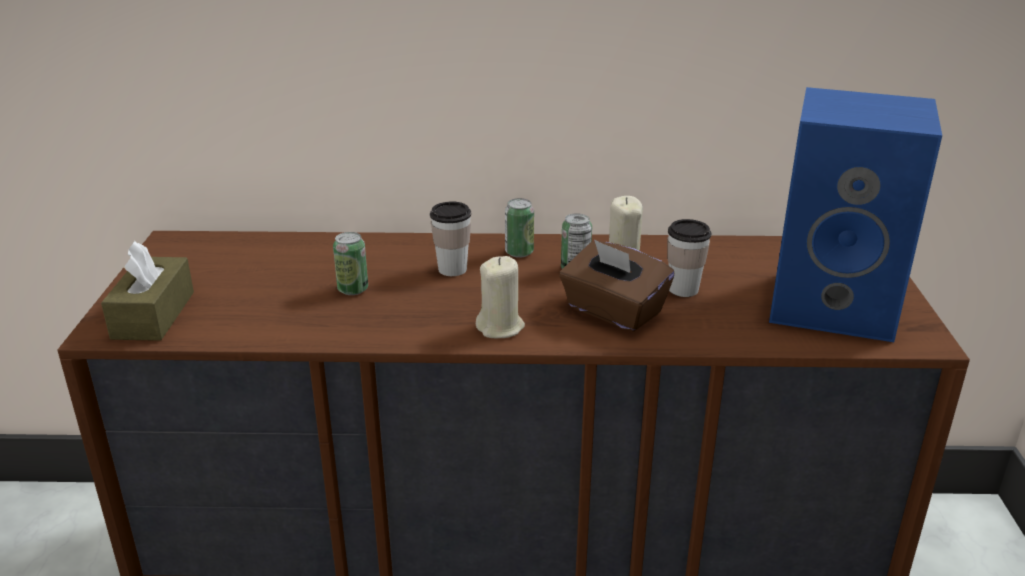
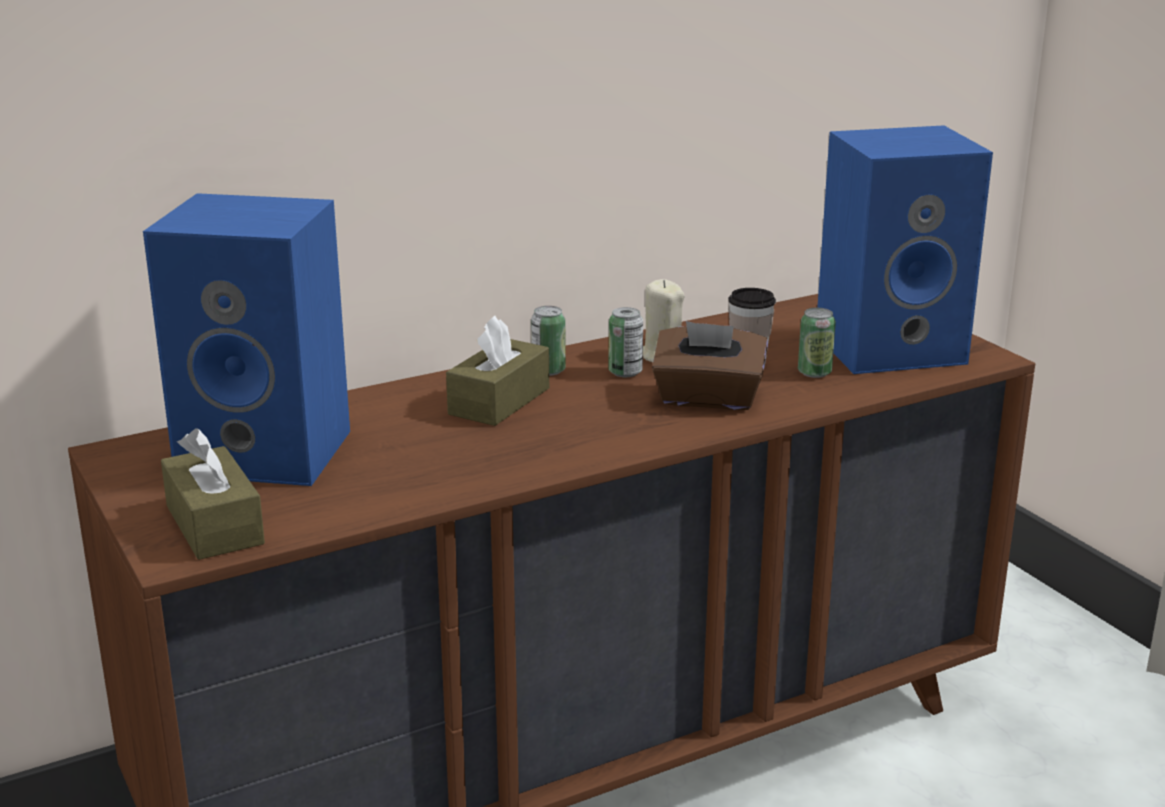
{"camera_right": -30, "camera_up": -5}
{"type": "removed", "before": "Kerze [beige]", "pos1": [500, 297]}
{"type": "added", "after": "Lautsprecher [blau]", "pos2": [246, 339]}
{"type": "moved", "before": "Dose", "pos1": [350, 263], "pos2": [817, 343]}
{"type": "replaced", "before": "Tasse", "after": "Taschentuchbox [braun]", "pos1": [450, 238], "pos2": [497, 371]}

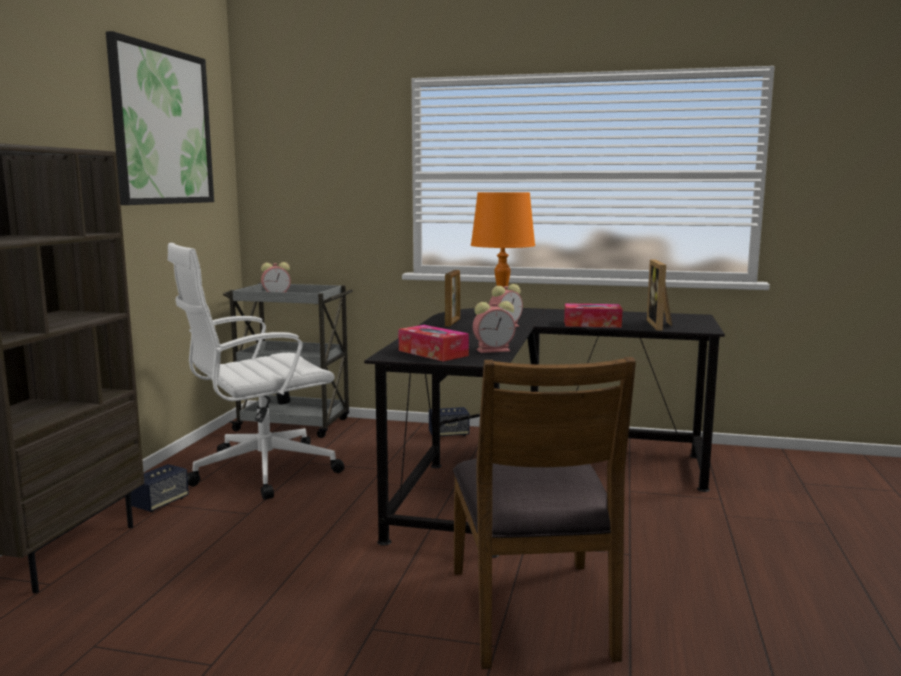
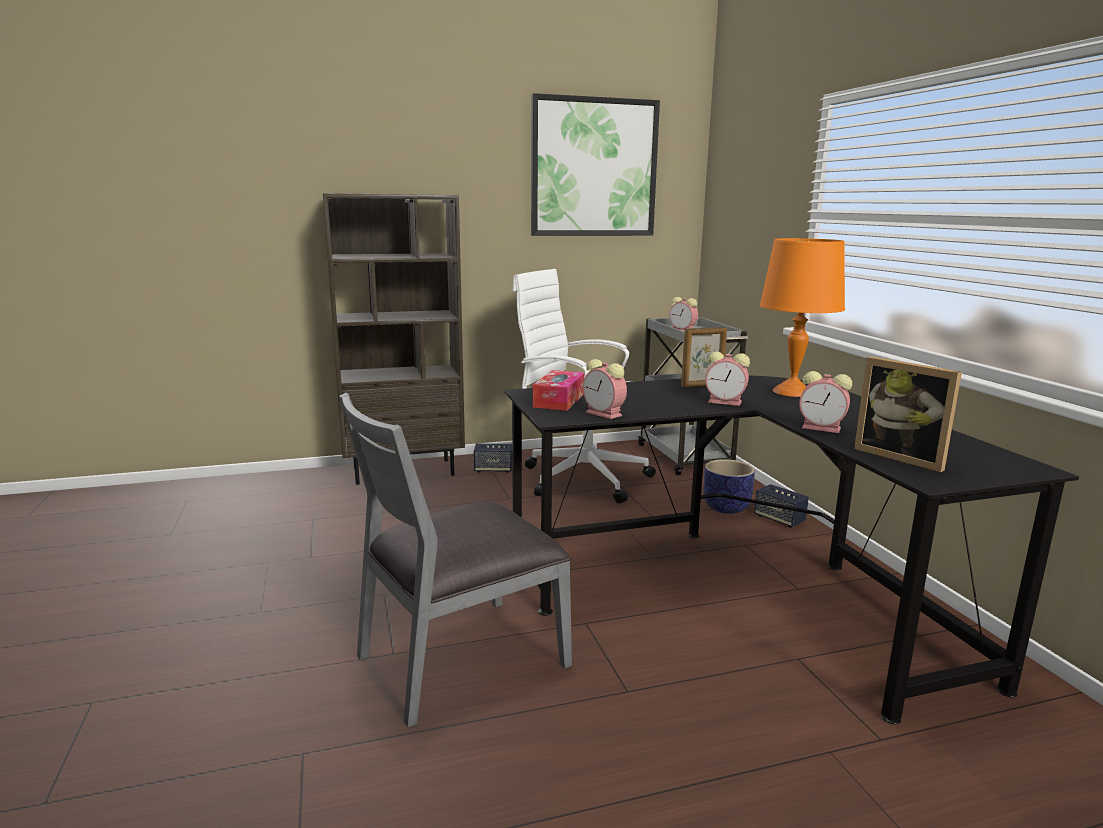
{"camera_right": 60, "camera_up": 5}
{"type": "added", "after": "Pflanzkübel", "pos2": [729, 486]}
{"type": "replaced", "before": "Taschentuchbox", "after": "Wecker", "pos1": [593, 315], "pos2": [825, 402]}
{"type": "recoloured", "before": "Stuhl [braun]", "after": "Stuhl [grau]", "pos1": [544, 513], "pos2": [455, 560]}
{"type": "turned", "before": "Bilderrahmen", "pos1": [659, 295], "pos2": [908, 414], "turn": -105}

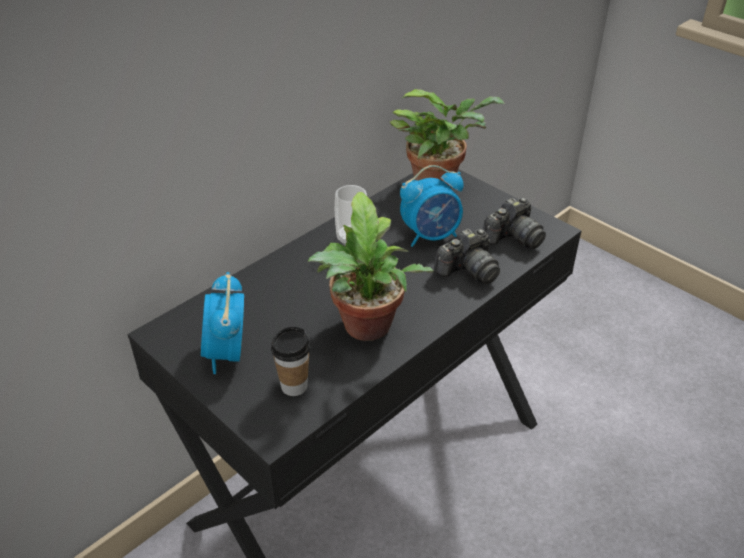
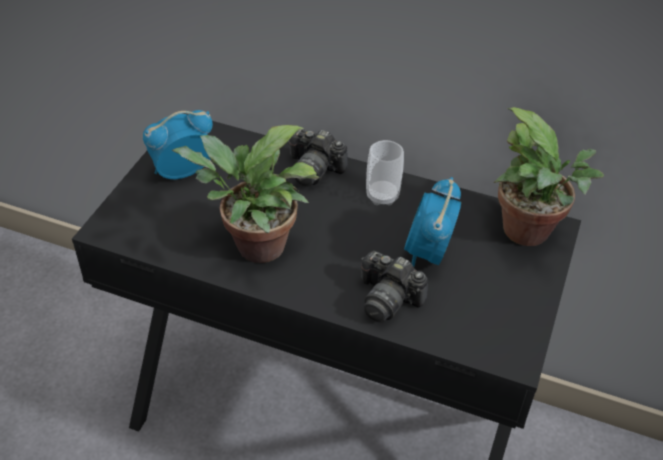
{"camera_right": 65, "camera_up": 5}
{"type": "removed", "before": "Tasse", "pos1": [290, 361]}
{"type": "moved", "before": "Kamera", "pos1": [514, 223], "pos2": [318, 158]}
{"type": "turned", "before": "Wecker", "pos1": [432, 206], "pos2": [432, 222], "turn": 60}

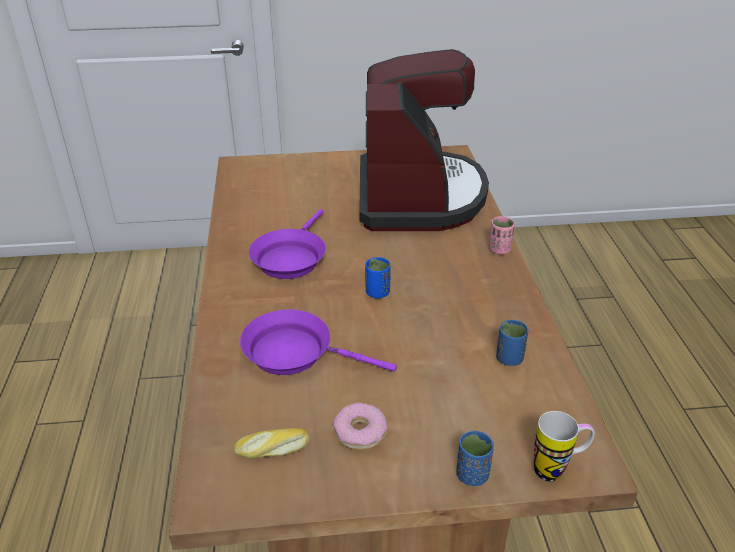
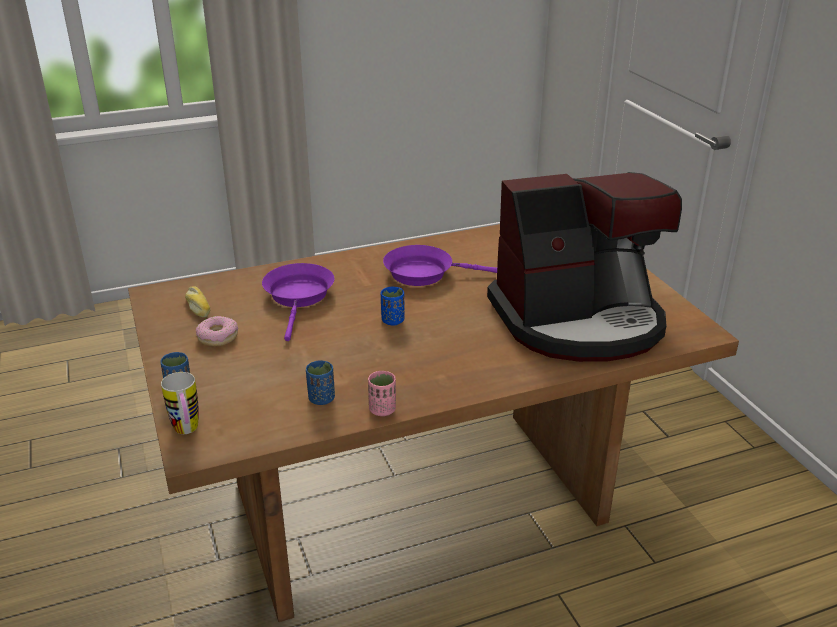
{"camera_right": 75, "camera_up": -5}
{"type": "moved", "before": "Tasse [rosa]", "pos1": [502, 235], "pos2": [382, 393]}

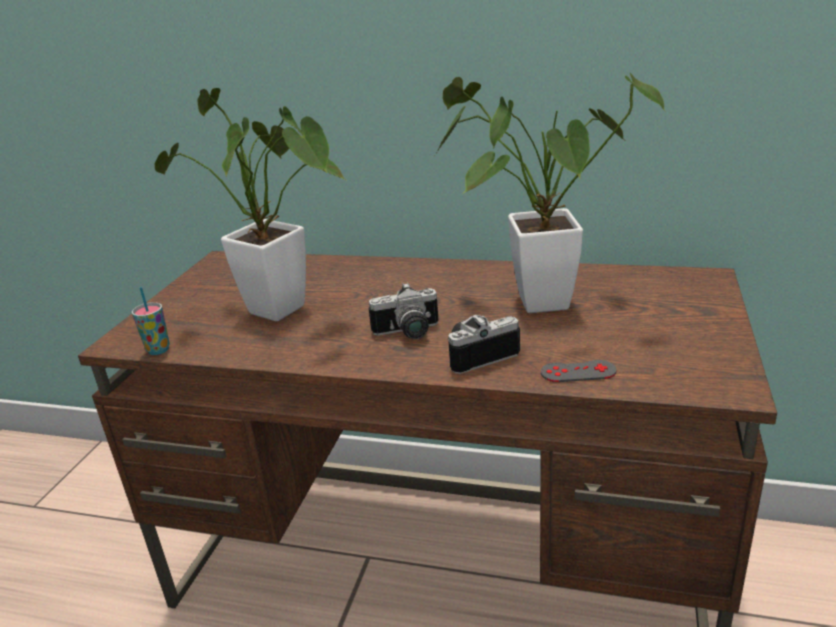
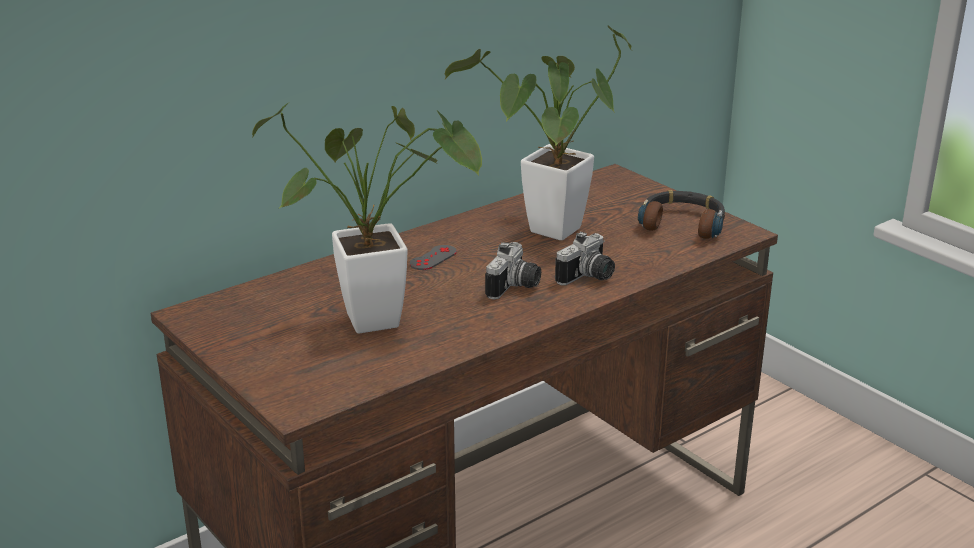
{"camera_right": -55, "camera_up": 0}
{"type": "removed", "before": "Tasse", "pos1": [151, 321]}
{"type": "added", "after": "Kopfhörer", "pos2": [681, 214]}
{"type": "moved", "before": "Gamepad [grau]", "pos1": [579, 371], "pos2": [433, 257]}
{"type": "turned", "before": "Kamera", "pos1": [484, 344], "pos2": [585, 258], "turn": -150}

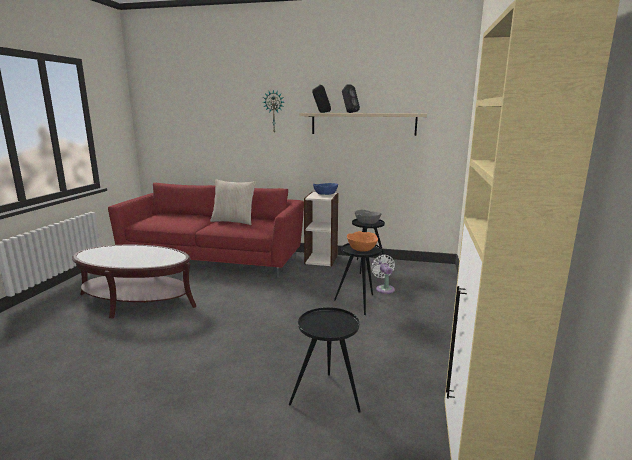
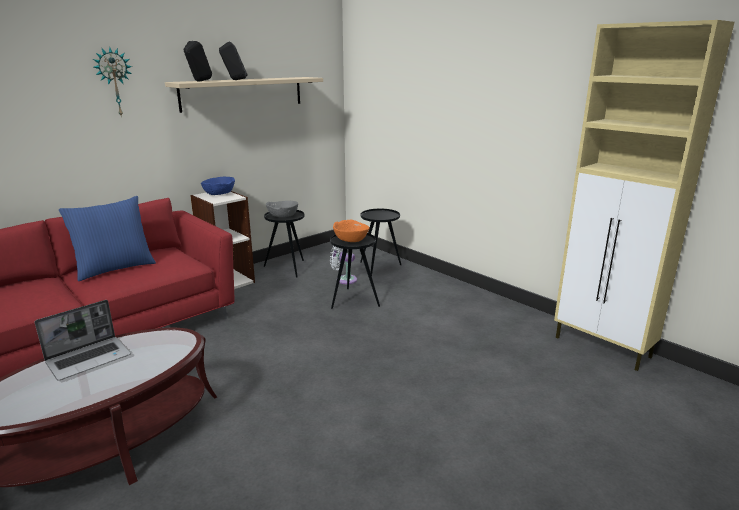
{"camera_right": -55, "camera_up": 5}
{"type": "added", "after": "Laptop", "pos2": [83, 340]}
{"type": "moved", "before": "Beistelltisch [schwarz]", "pos1": [325, 360], "pos2": [380, 242]}
{"type": "recoloured", "before": "Kissen [beige]", "after": "Kissen [blau]", "pos1": [233, 202], "pos2": [107, 238]}

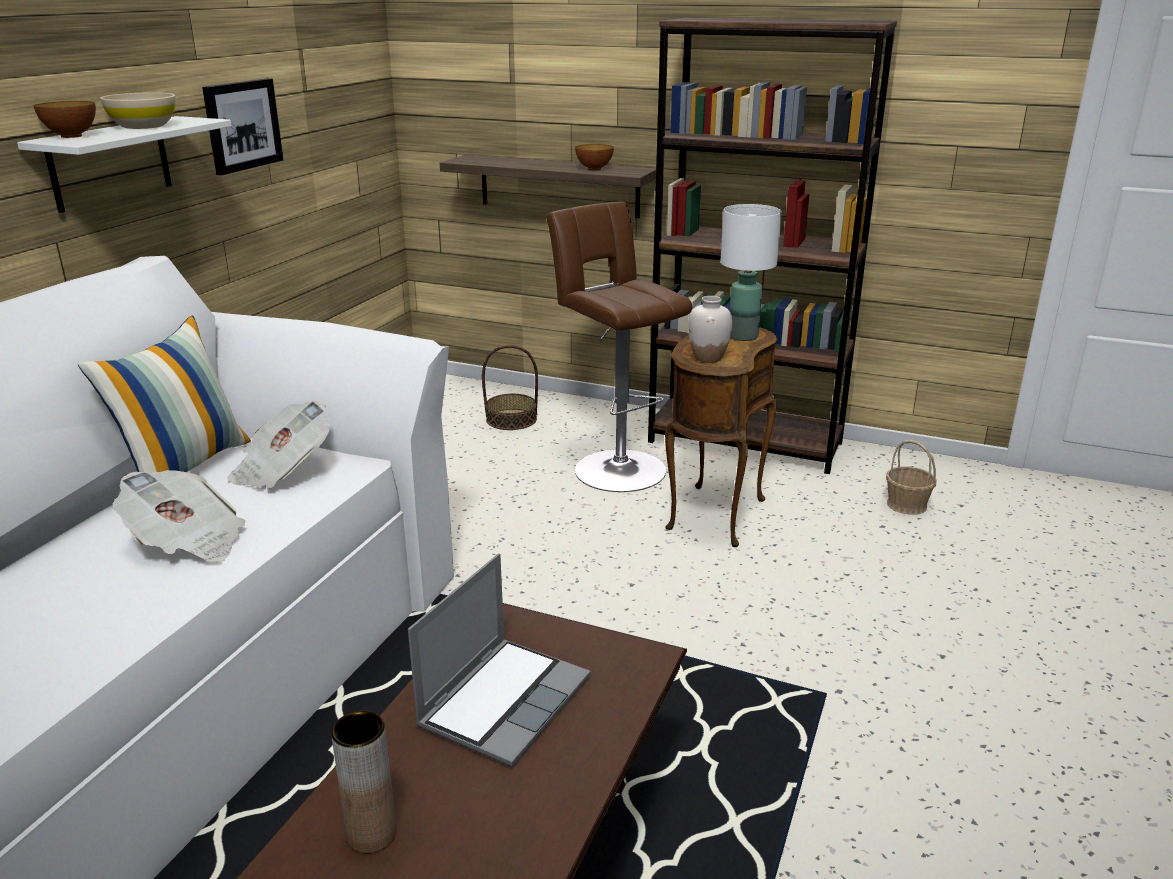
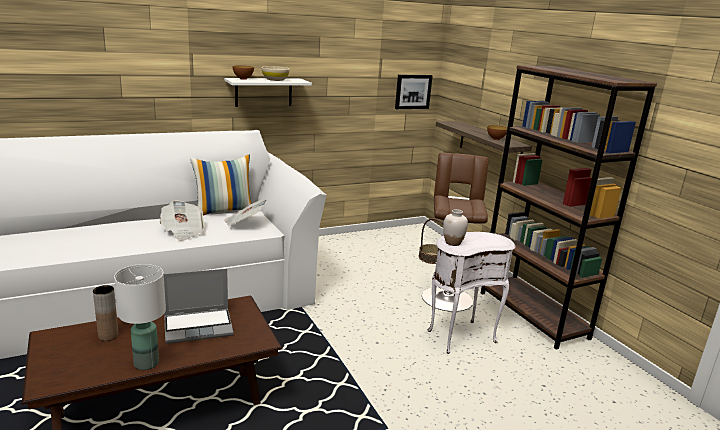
{"camera_right": 40, "camera_up": -5}
{"type": "removed", "before": "Korb", "pos1": [911, 477]}
{"type": "moved", "before": "Bild", "pos1": [242, 126], "pos2": [414, 92]}
{"type": "moved", "before": "Tischlampe [weiß]", "pos1": [751, 272], "pos2": [140, 317]}
{"type": "recoloured", "before": "Beistelltisch [braun]", "after": "Beistelltisch [weiß]", "pos1": [721, 437], "pos2": [472, 293]}

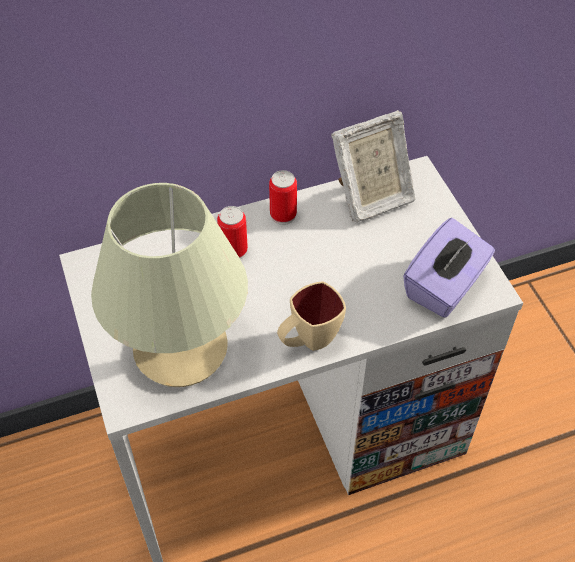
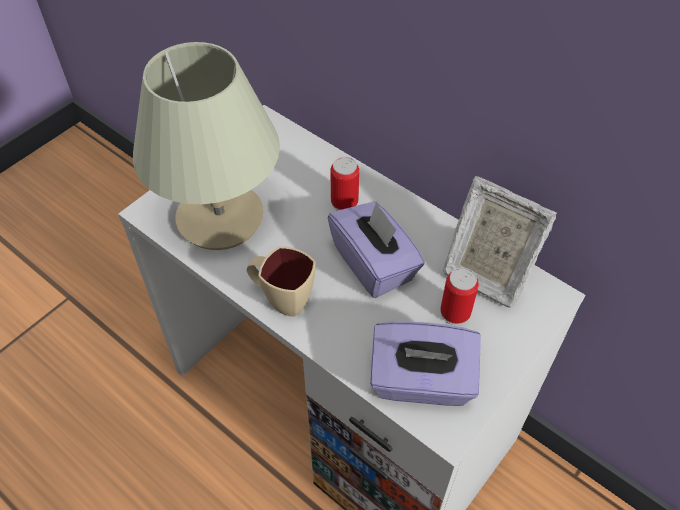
{"camera_right": 60, "camera_up": 0}
{"type": "added", "after": "Taschentuchbox [lila]", "pos2": [376, 249]}
{"type": "moved", "before": "Dose", "pos1": [283, 197], "pos2": [459, 297]}

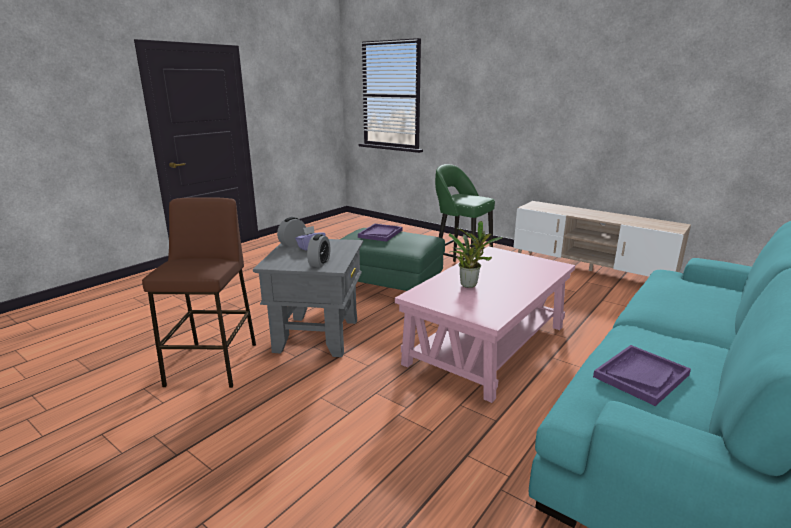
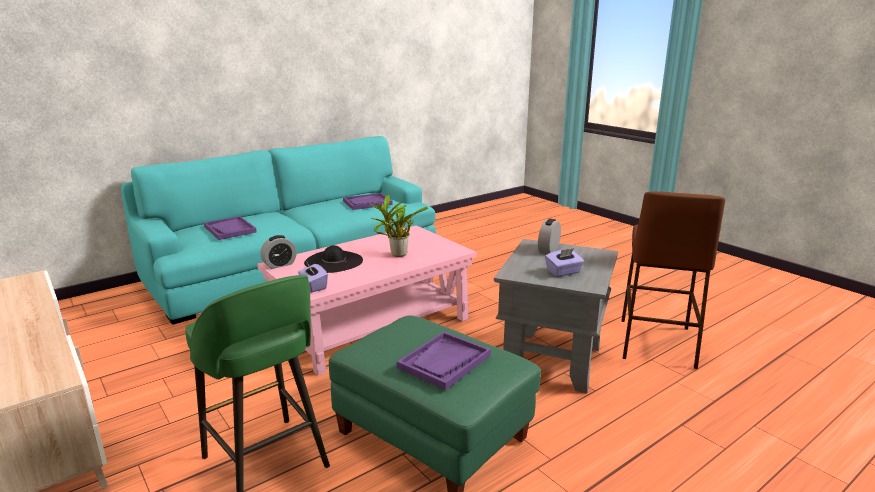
{"camera_right": -165, "camera_up": 0}
{"type": "added", "after": "Tablett [lila]", "pos2": [230, 228]}
{"type": "added", "after": "Taschentuchbox [lila]", "pos2": [313, 277]}
{"type": "added", "after": "Hut [schwarz]", "pos2": [333, 259]}
{"type": "moved", "before": "Wecker", "pos1": [291, 231], "pos2": [278, 252]}

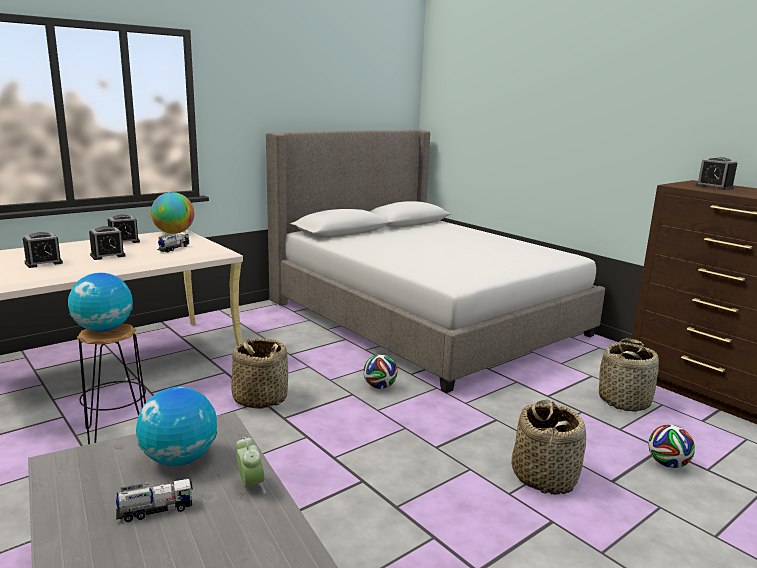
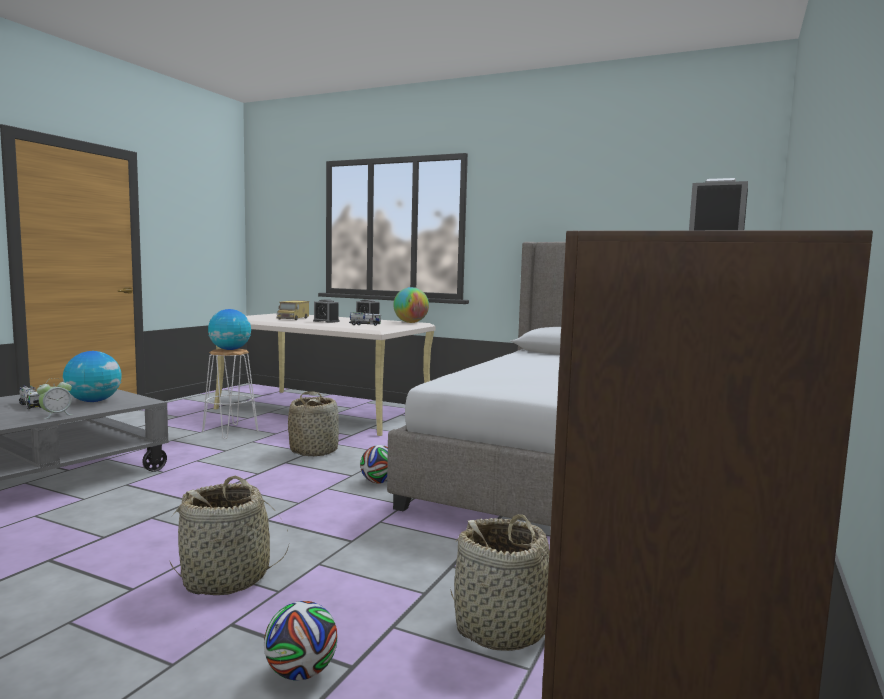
{"camera_right": 65, "camera_up": -10}
{"type": "replaced", "before": "Wecker", "after": "Spielzeuglaster", "pos1": [43, 250], "pos2": [293, 310]}
{"type": "recoloured", "before": "Hocker [schwarz]", "after": "Hocker [weiß]", "pos1": [111, 383], "pos2": [230, 394]}

